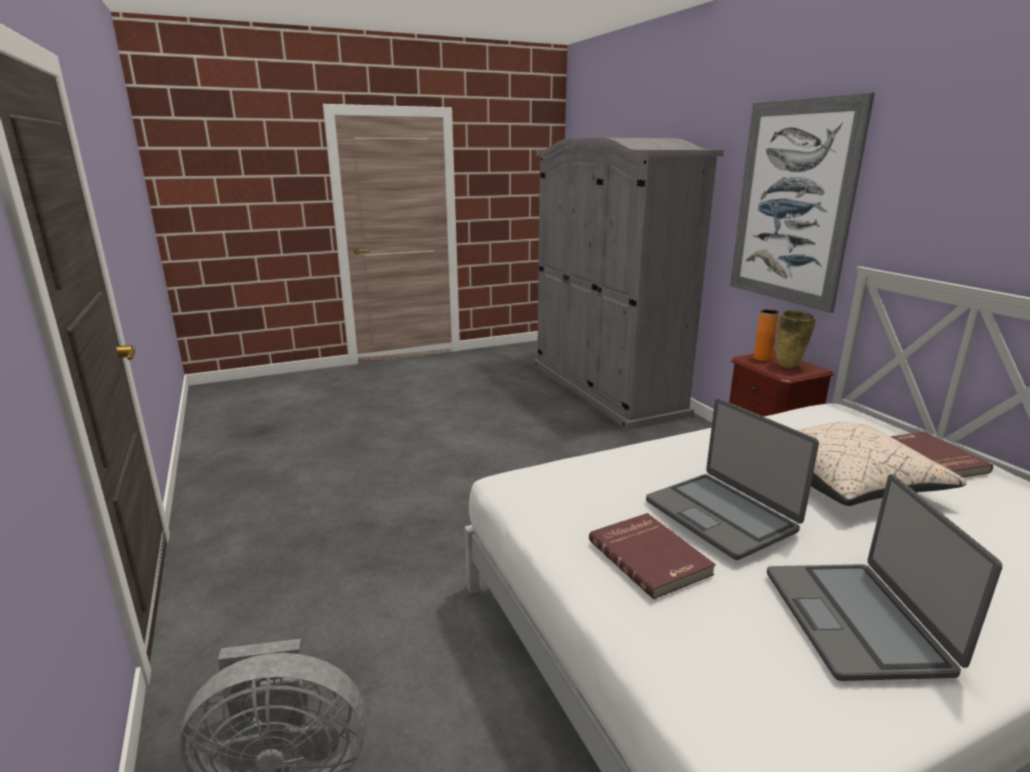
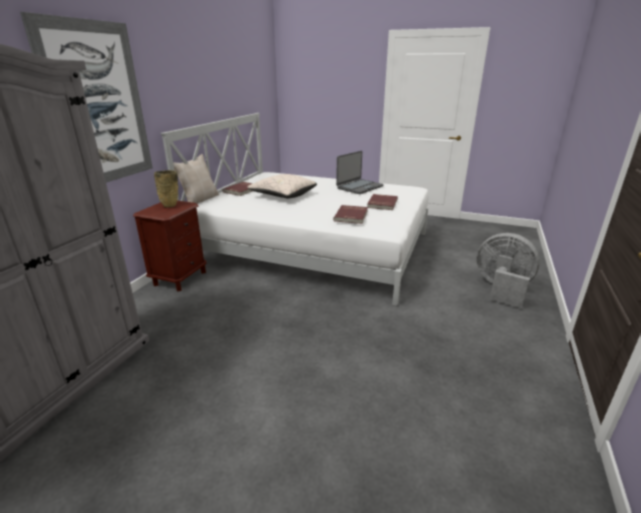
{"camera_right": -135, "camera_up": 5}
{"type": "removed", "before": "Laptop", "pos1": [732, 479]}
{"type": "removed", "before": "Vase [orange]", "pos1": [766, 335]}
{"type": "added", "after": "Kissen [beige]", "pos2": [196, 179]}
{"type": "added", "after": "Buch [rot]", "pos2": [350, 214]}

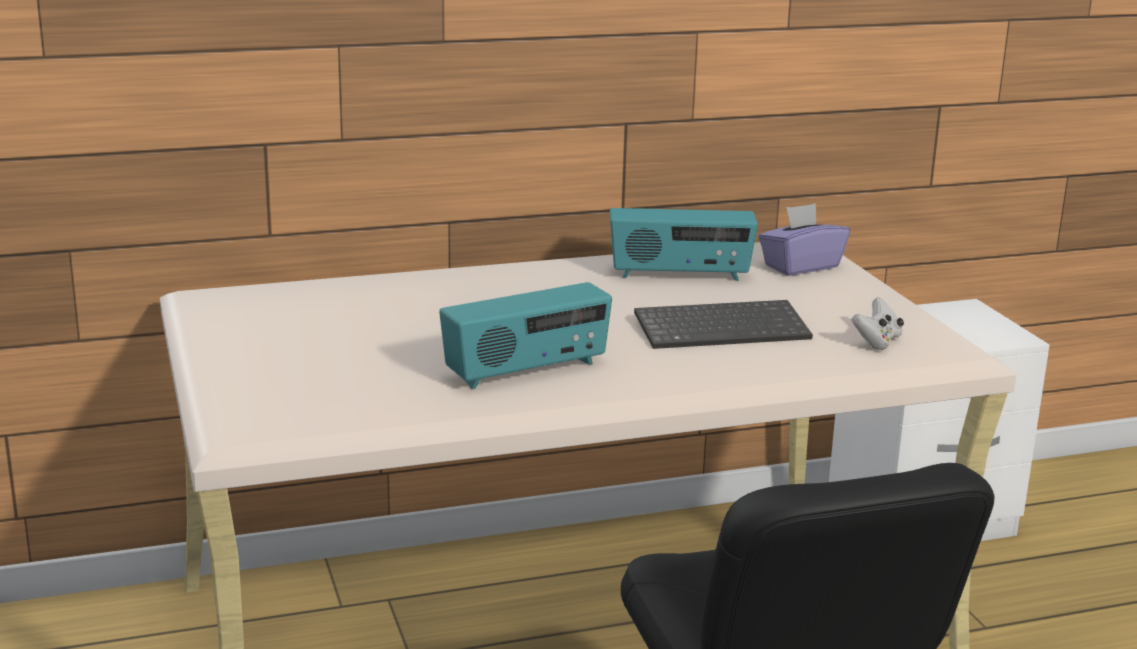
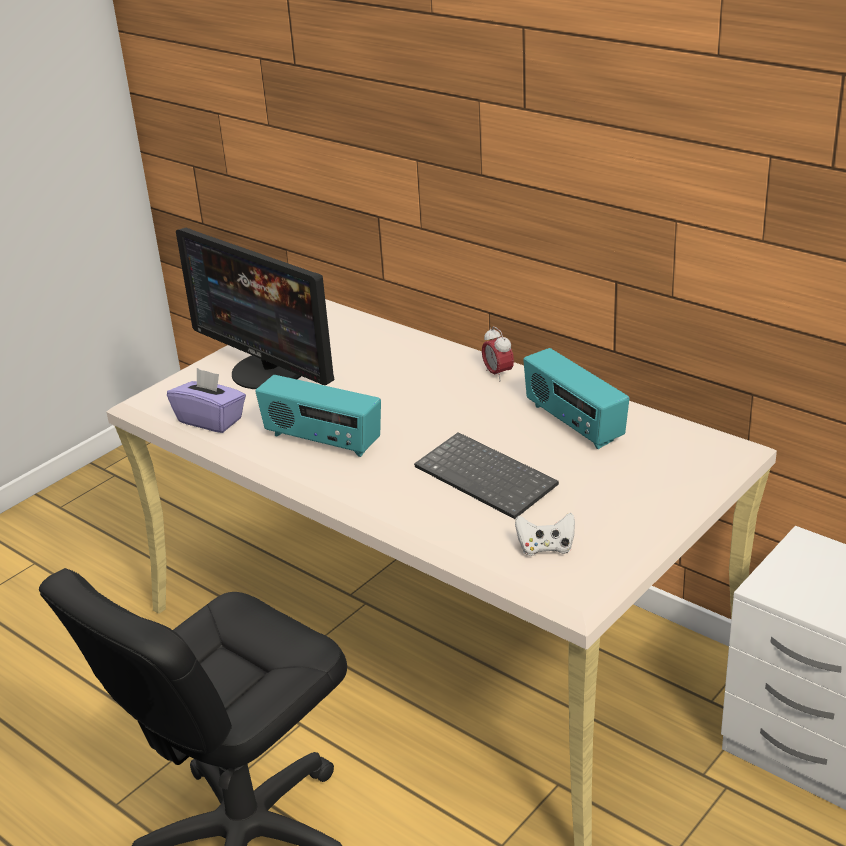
{"camera_right": 60, "camera_up": 10}
{"type": "added", "after": "Monitor", "pos2": [255, 308]}
{"type": "added", "after": "Wecker", "pos2": [498, 353]}
{"type": "moved", "before": "Taschentuchbox [lila]", "pos1": [804, 239], "pos2": [206, 400]}

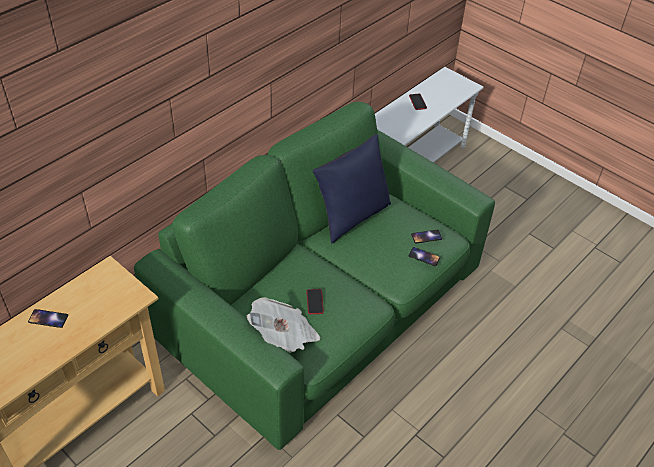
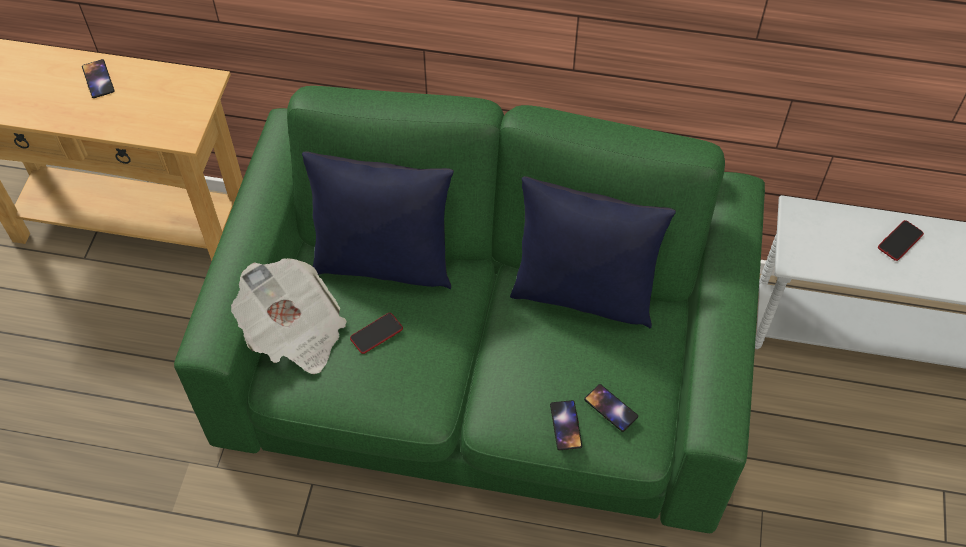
{"camera_right": 60, "camera_up": 10}
{"type": "added", "after": "Kissen [blau]", "pos2": [378, 220]}

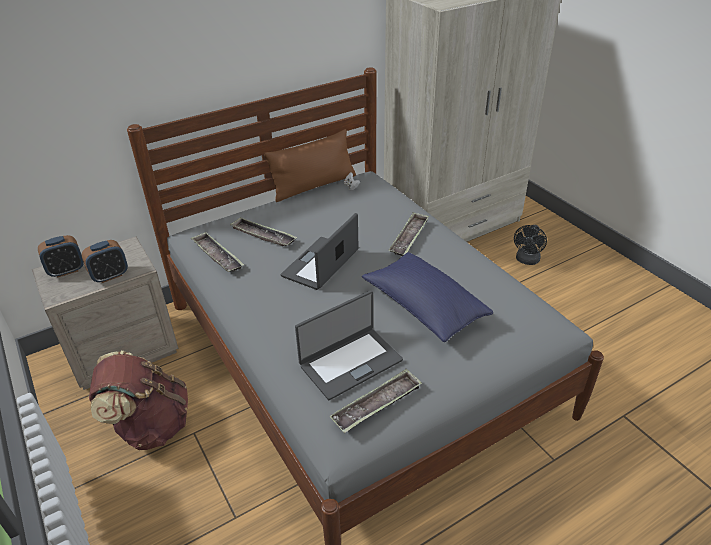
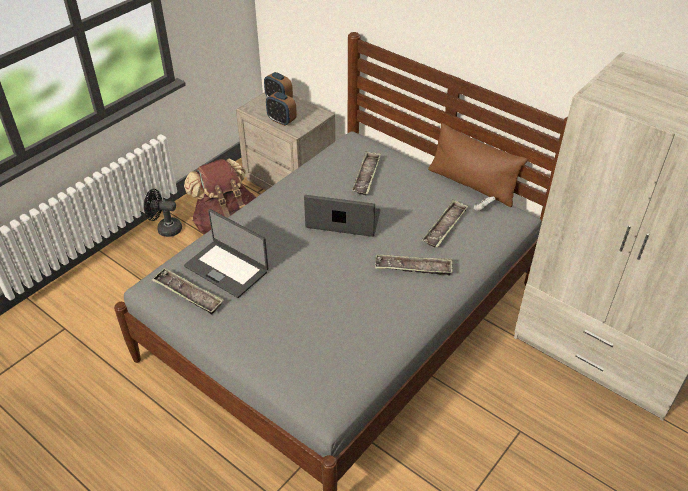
{"camera_right": 70, "camera_up": 5}
{"type": "removed", "before": "Kissen [blau]", "pos1": [427, 297]}
{"type": "moved", "before": "Tablett", "pos1": [217, 252], "pos2": [445, 224]}
{"type": "moved", "before": "Ventilator [schwarz]", "pos1": [530, 245], "pos2": [163, 213]}

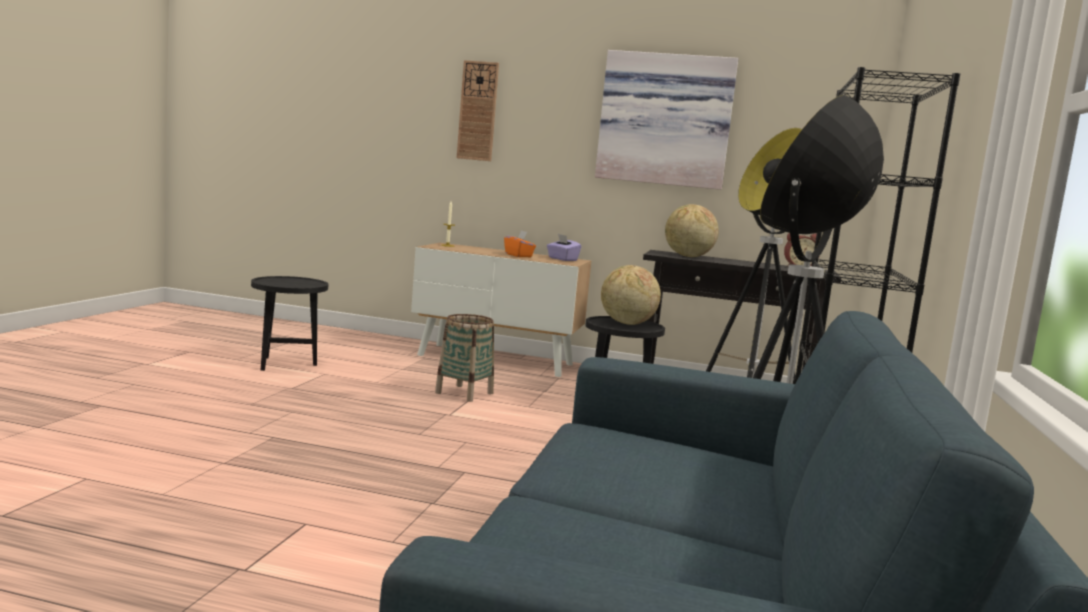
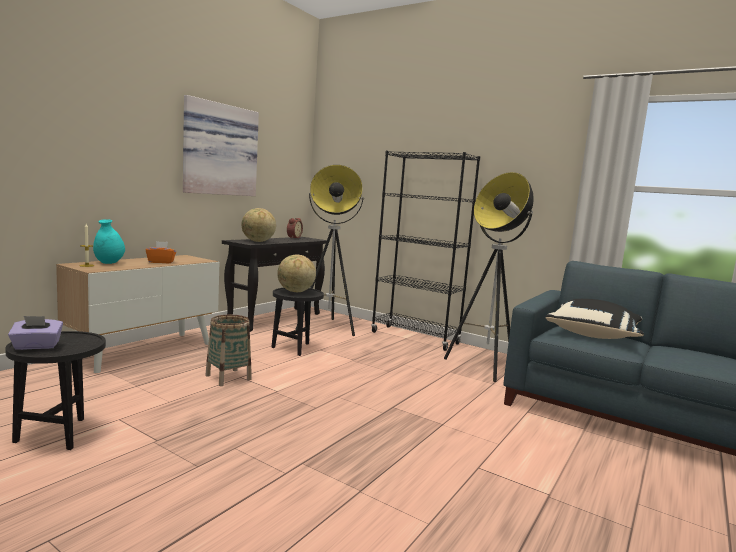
{"camera_right": -70, "camera_up": 0}
{"type": "removed", "before": "Wanduhr", "pos1": [478, 110]}
{"type": "added", "after": "Vase [türkis]", "pos2": [109, 241]}
{"type": "added", "after": "Kissen [schwarz]", "pos2": [594, 319]}
{"type": "moved", "before": "Taschentuchbox [lila]", "pos1": [564, 247], "pos2": [35, 333]}

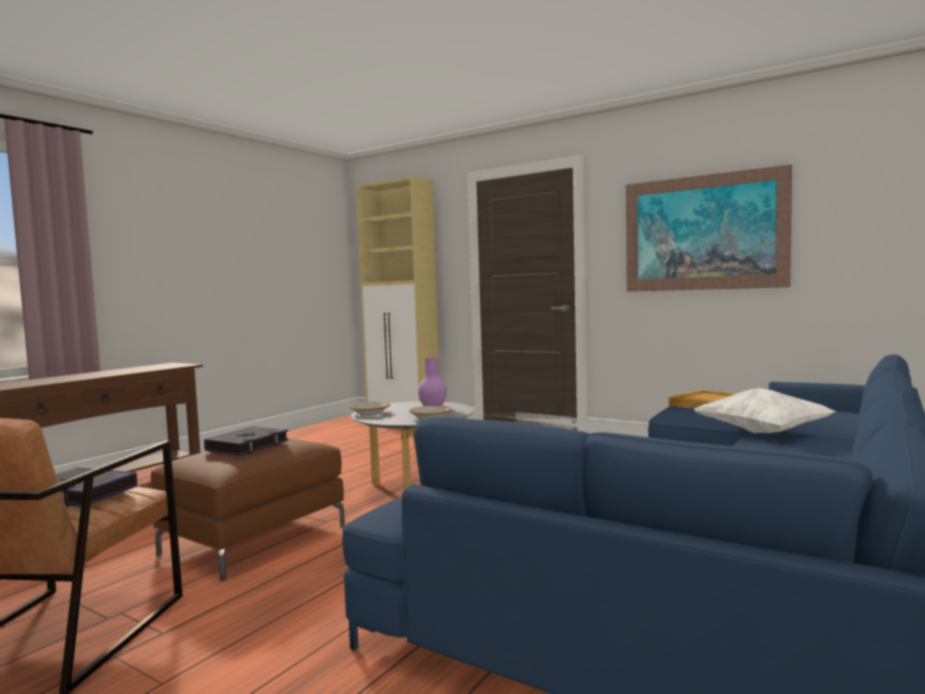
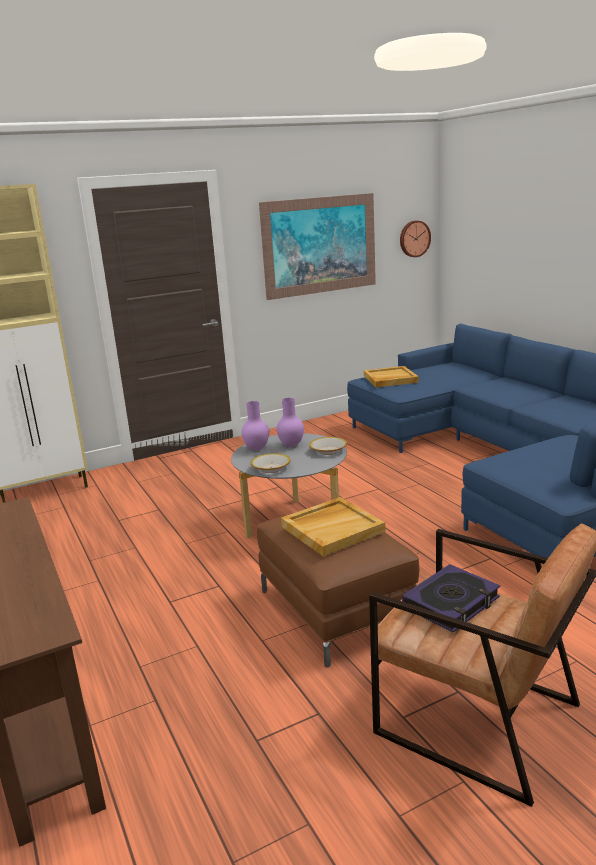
{"camera_right": -60, "camera_up": 15}
{"type": "removed", "before": "Kissen [weiß]", "pos1": [765, 410]}
{"type": "added", "after": "Vase [lila]", "pos2": [255, 426]}
{"type": "added", "after": "Wanduhr", "pos2": [415, 239]}
{"type": "replaced", "before": "Buch", "after": "Tablett [beige]", "pos1": [246, 440], "pos2": [333, 526]}

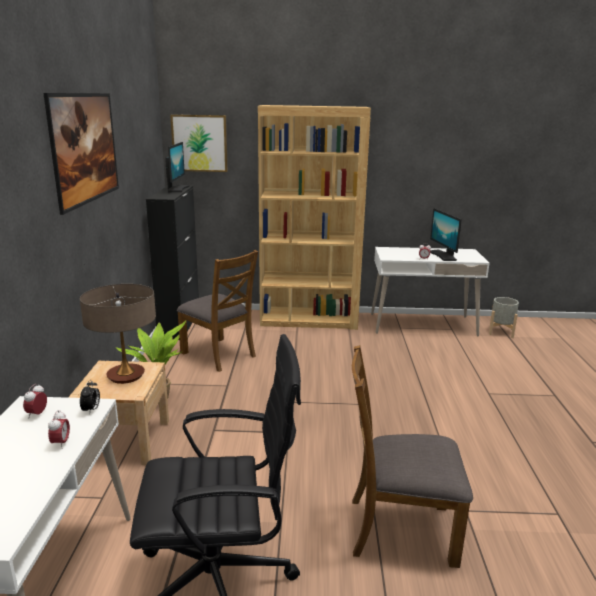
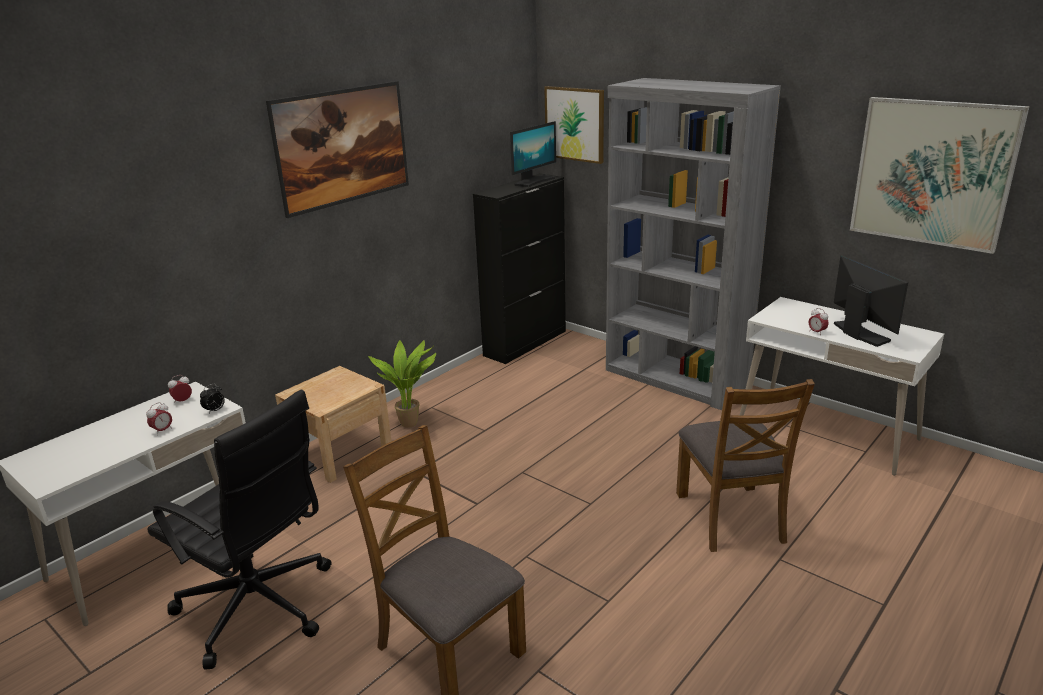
{"camera_right": 40, "camera_up": 5}
{"type": "removed", "before": "Tischlampe", "pos1": [118, 334]}
{"type": "removed", "before": "Pflanzkübel [grau]", "pos1": [504, 317]}
{"type": "added", "after": "Bild", "pos2": [940, 175]}
{"type": "moved", "before": "Stuhl [braun]", "pos1": [217, 311], "pos2": [745, 465]}
{"type": "recoloured", "before": "Bücherregal [braun]", "after": "Bücherregal [grau]", "pos1": [314, 217], "pos2": [693, 244]}
{"type": "turned", "before": "Monitor", "pos1": [446, 234], "pos2": [871, 301], "turn": 135}

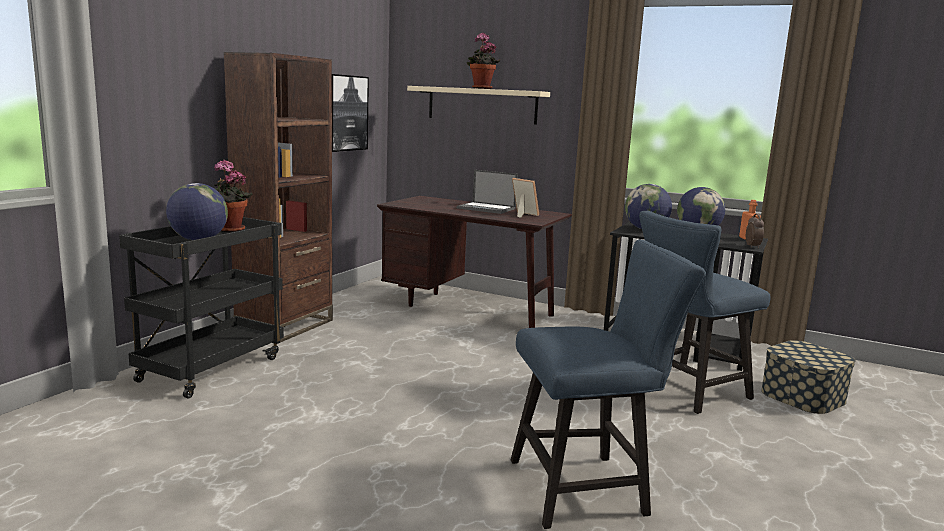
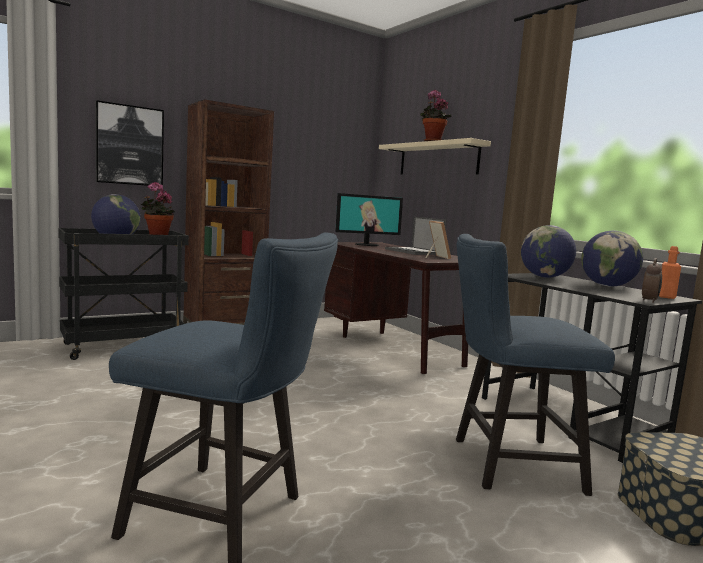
{"camera_right": 30, "camera_up": -5}
{"type": "added", "after": "Monitor", "pos2": [369, 219]}
{"type": "moved", "before": "Bild", "pos1": [350, 113], "pos2": [130, 143]}

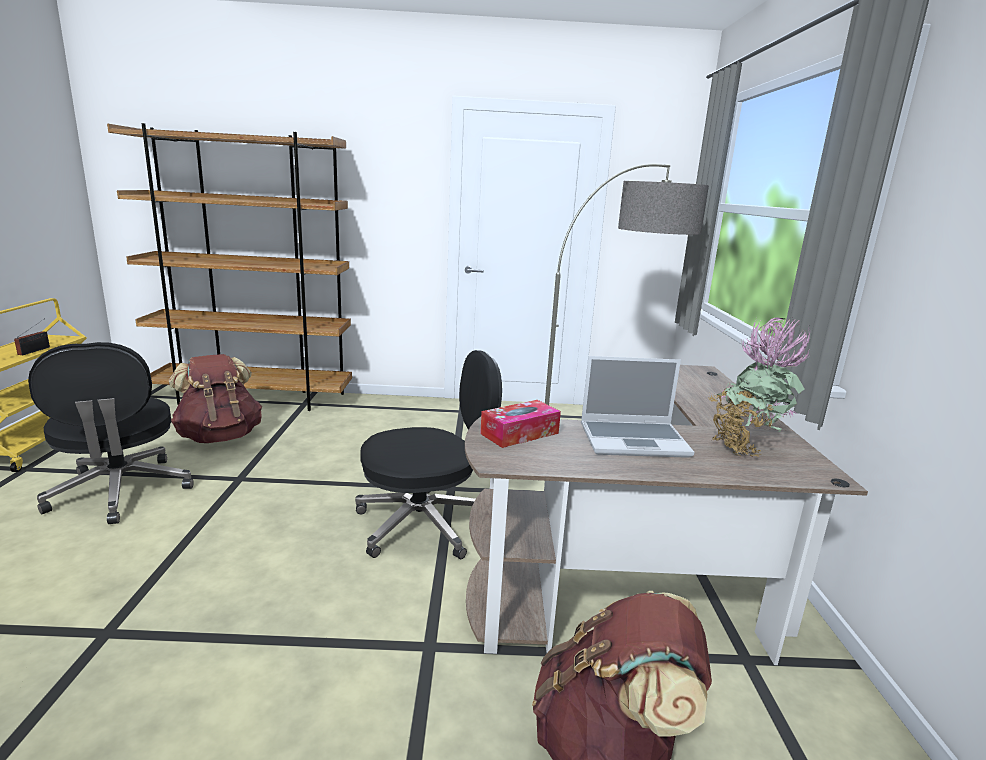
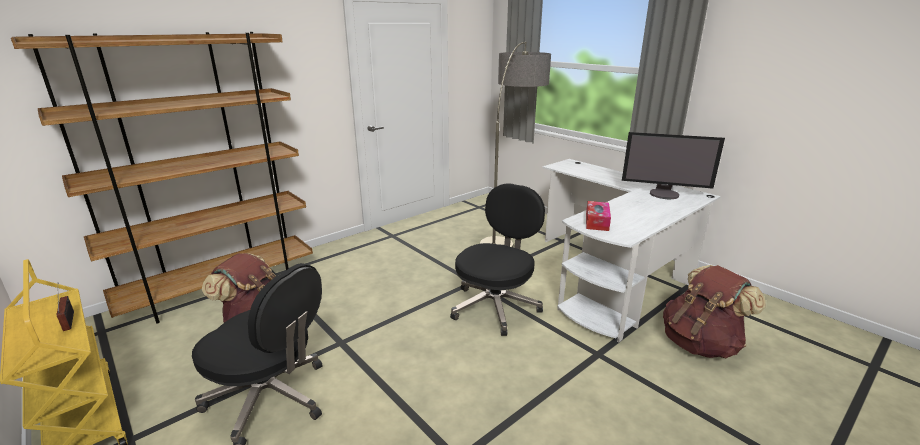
{"camera_right": -40, "camera_up": 5}
{"type": "removed", "before": "Laptop", "pos1": [637, 407]}
{"type": "replaced", "before": "Topfpflanze", "after": "Monitor", "pos1": [759, 386], "pos2": [673, 165]}
{"type": "recoloured", "before": "Schreibtisch [braun]", "after": "Schreibtisch [weiß]", "pos1": [666, 515], "pos2": [631, 251]}

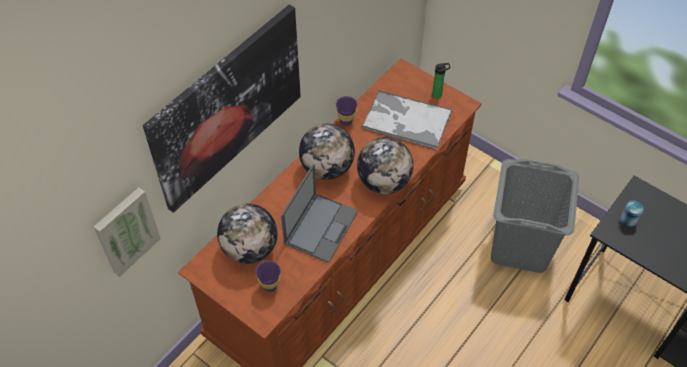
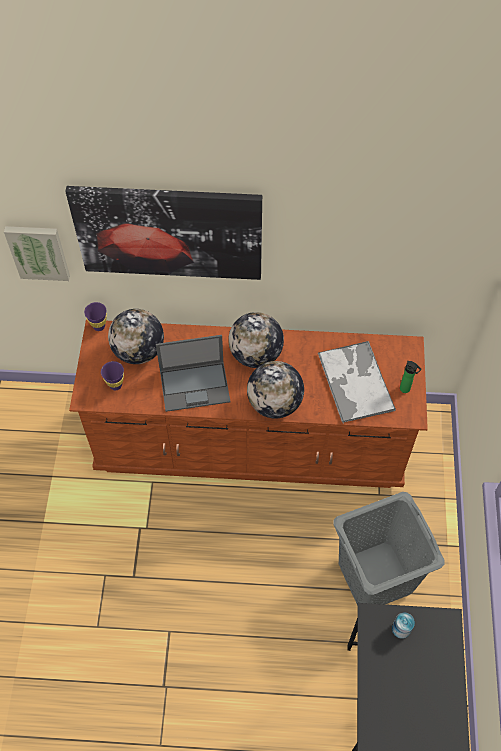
{"camera_right": 55, "camera_up": 5}
{"type": "moved", "before": "Tasse [lila]", "pos1": [346, 111], "pos2": [95, 316]}

